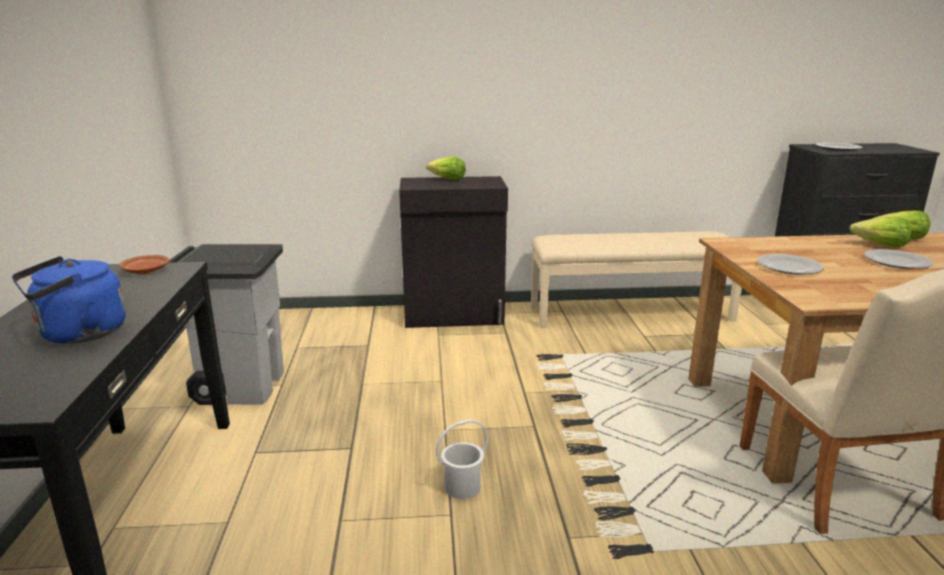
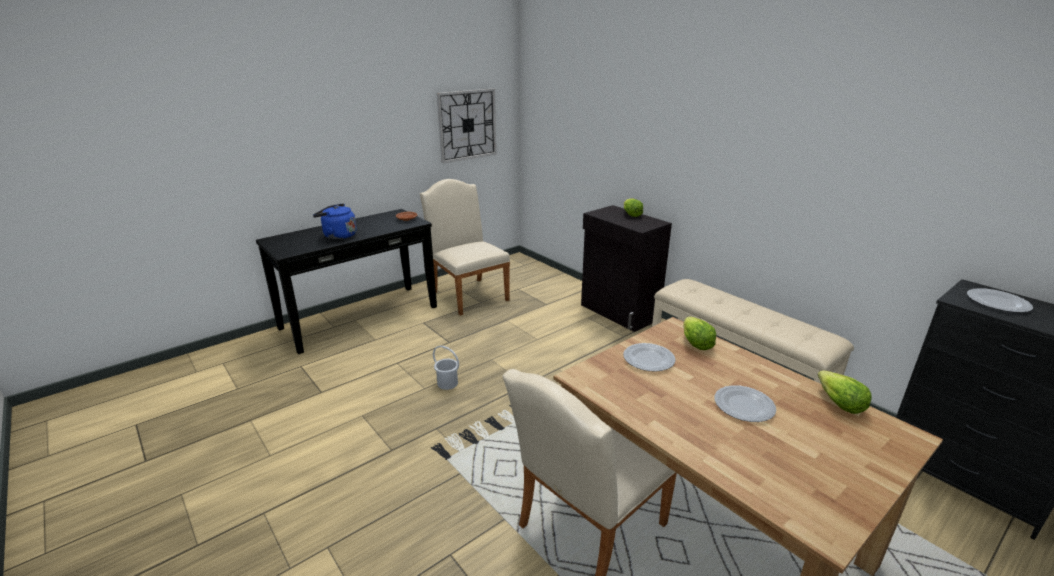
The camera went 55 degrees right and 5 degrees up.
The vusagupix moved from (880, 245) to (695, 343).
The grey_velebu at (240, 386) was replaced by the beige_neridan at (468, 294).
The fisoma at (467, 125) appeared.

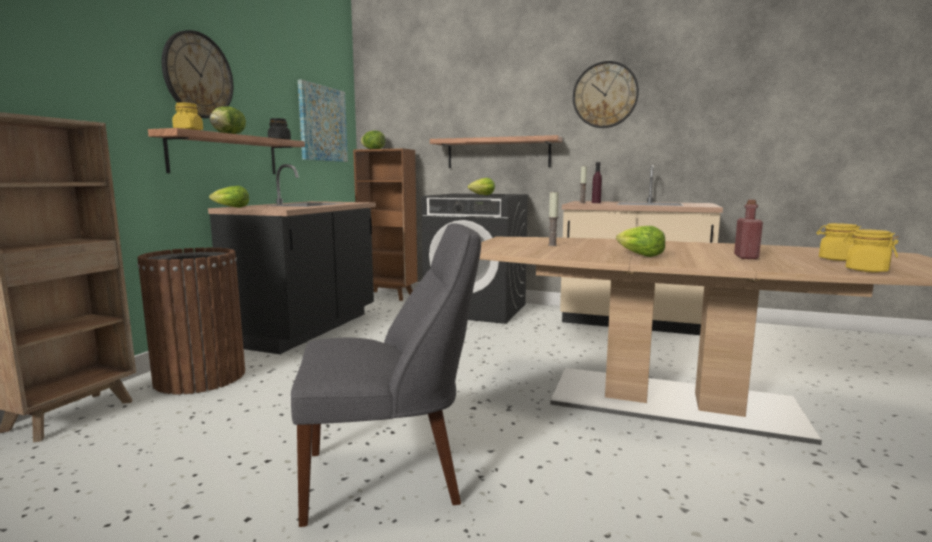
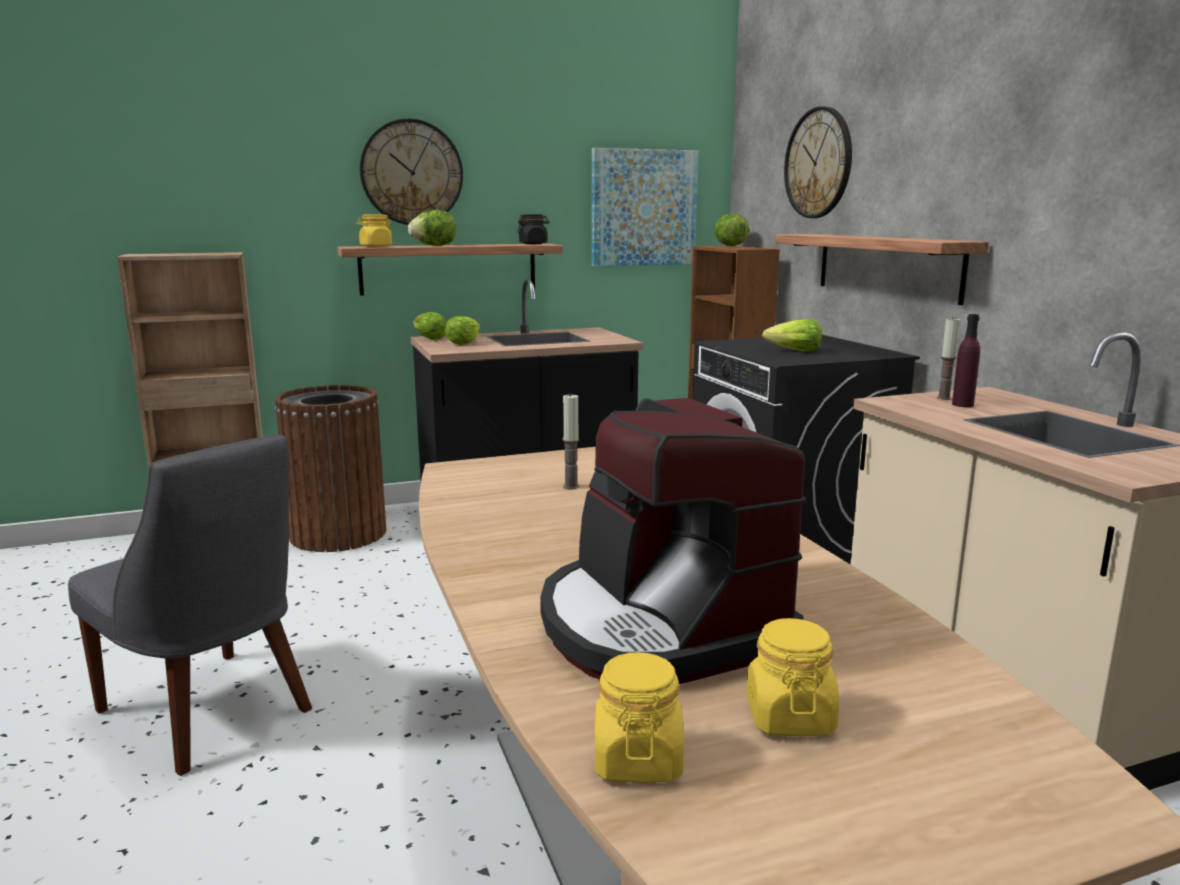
The camera went 50 degrees right and 5 degrees up.
The fisoma moved from (605, 95) to (818, 163).
The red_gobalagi at (746, 257) was replaced by the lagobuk at (659, 625).
The vusagupix moved from (638, 255) to (464, 343).

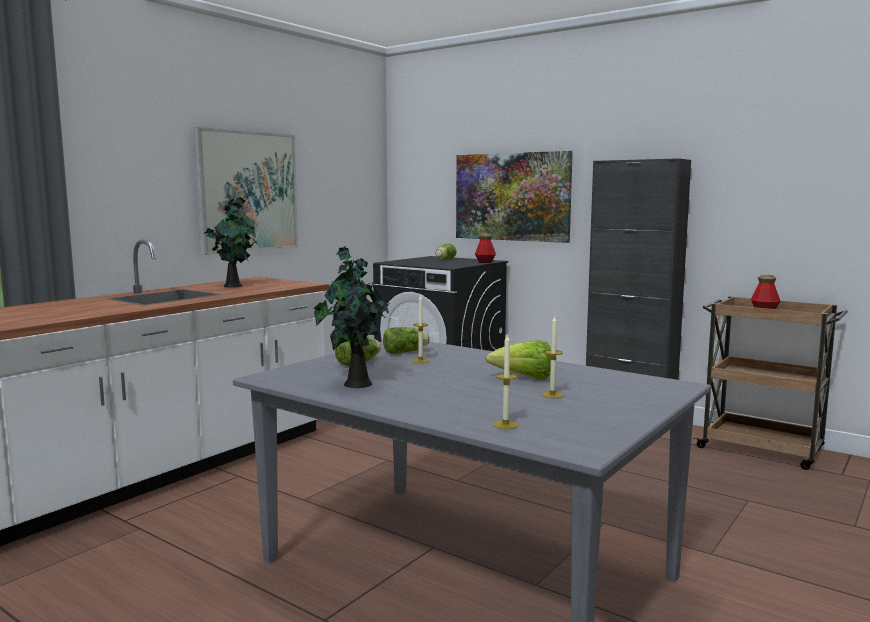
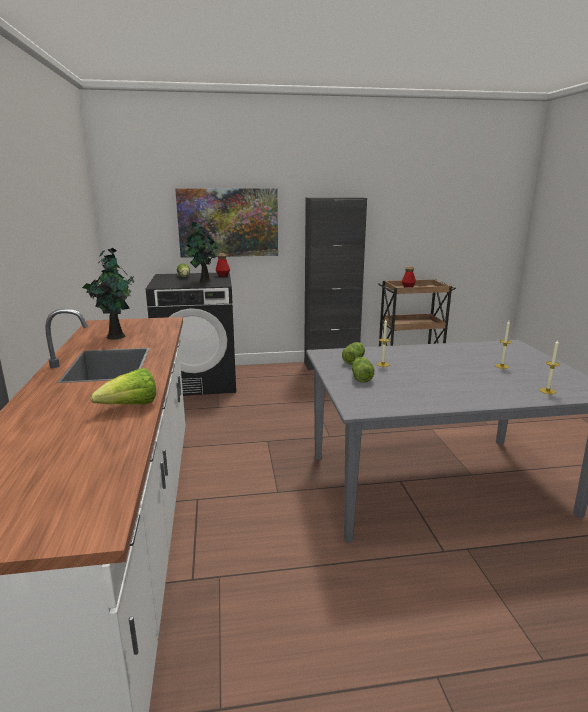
The camera went 45 degrees left and 10 degrees up.
The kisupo at (248, 191) disappeared.
The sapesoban moved from (355, 384) to (204, 281).
The vusagupix moved from (524, 378) to (130, 406).

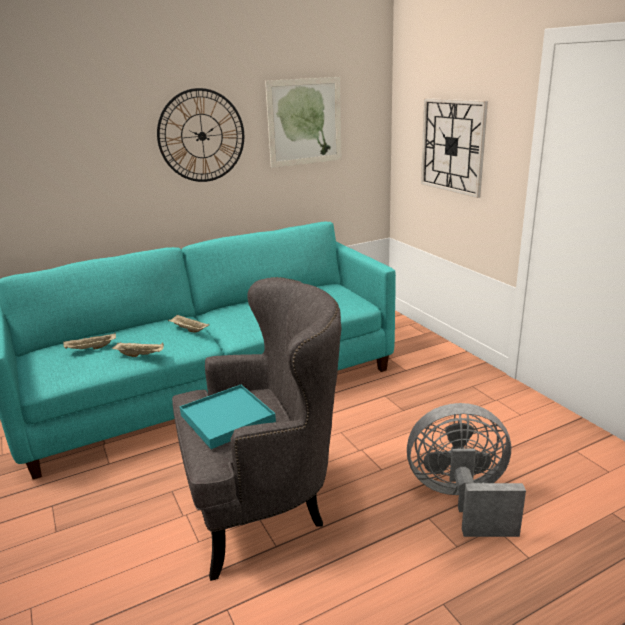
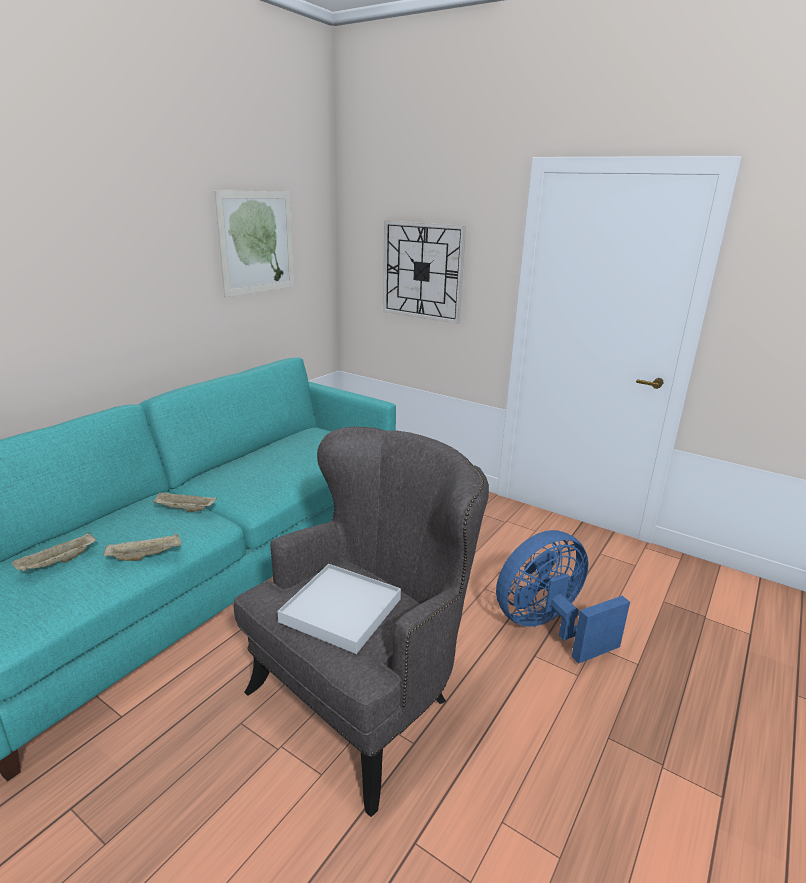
The camera went 30 degrees left and 0 degrees up.
The fisoma at (202, 136) disappeared.
The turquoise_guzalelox at (227, 419) became the white_guzalelox at (340, 610).
The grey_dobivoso at (461, 500) became the blue_dobivoso at (548, 627).

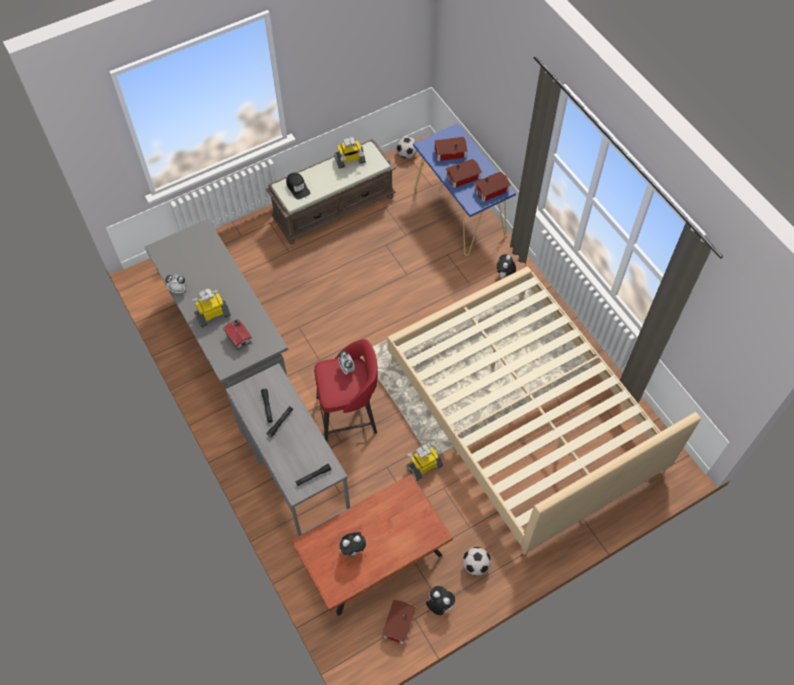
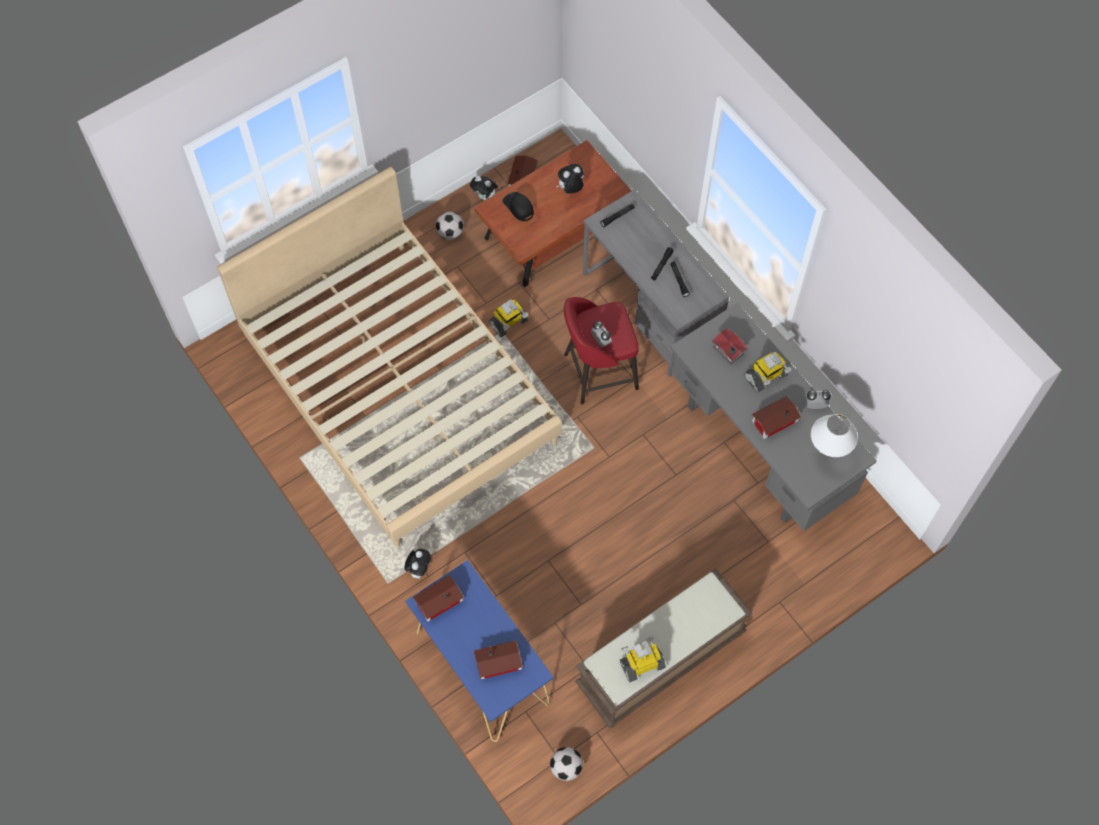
The camera went 175 degrees right and 5 degrees up.
The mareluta moved from (464, 177) to (773, 421).
The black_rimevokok moved from (297, 187) to (518, 207).
The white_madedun at (826, 455) appeared.

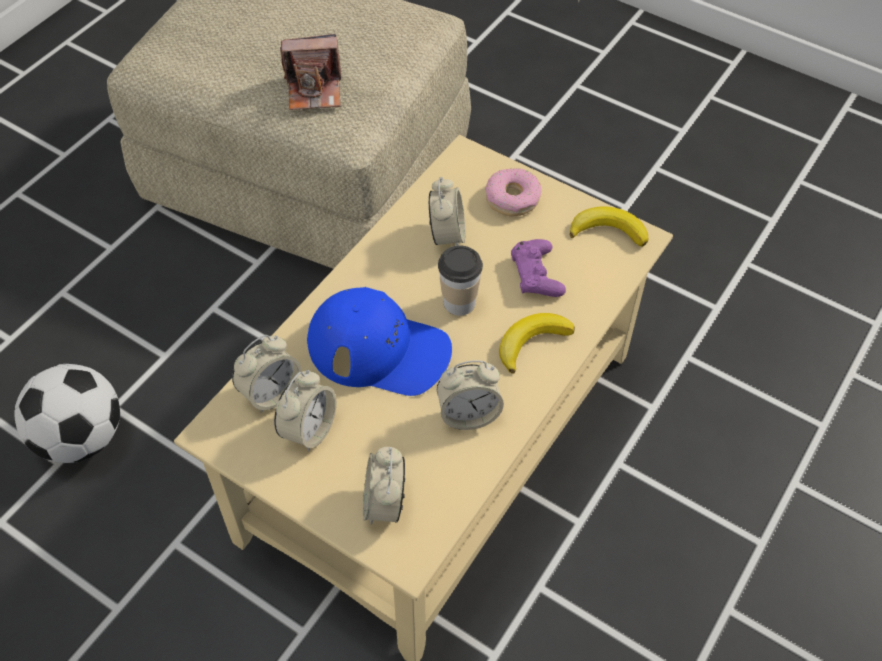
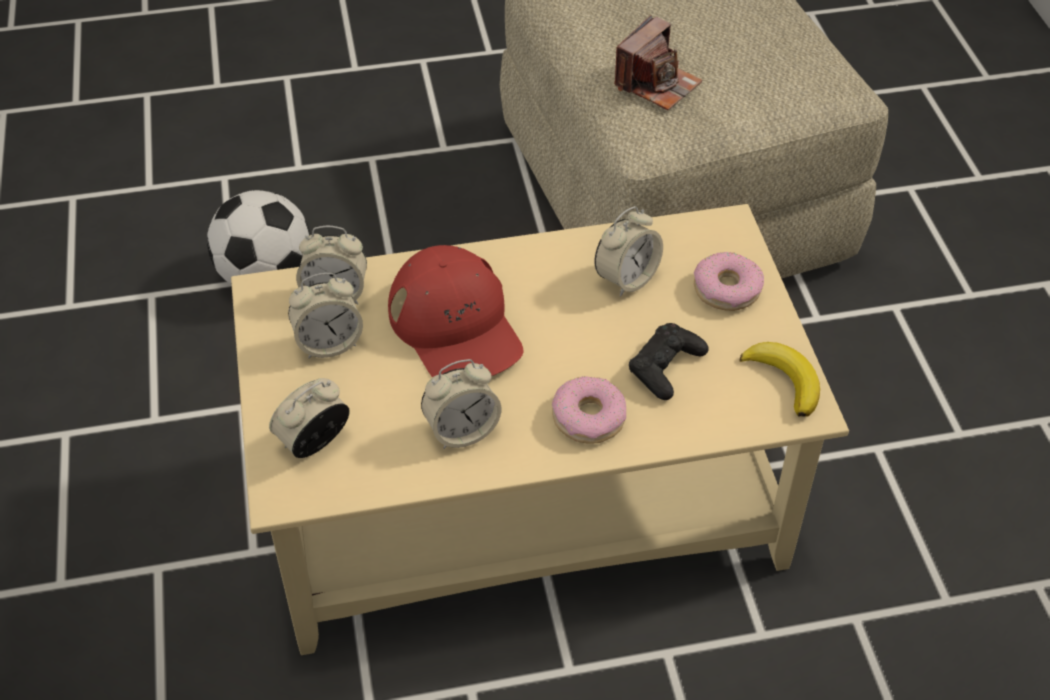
The camera went 45 degrees right and 5 degrees down.
The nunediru at (314, 89) turned 90 degrees counterclockwise.
The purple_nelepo at (536, 274) became the black_nelepo at (665, 367).
The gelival at (459, 302) disappeared.
The blue_rimevokok at (379, 349) became the red_rimevokok at (456, 326).
The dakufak at (531, 342) was replaced by the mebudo at (588, 417).
The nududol at (468, 414) turned 60 degrees counterclockwise.

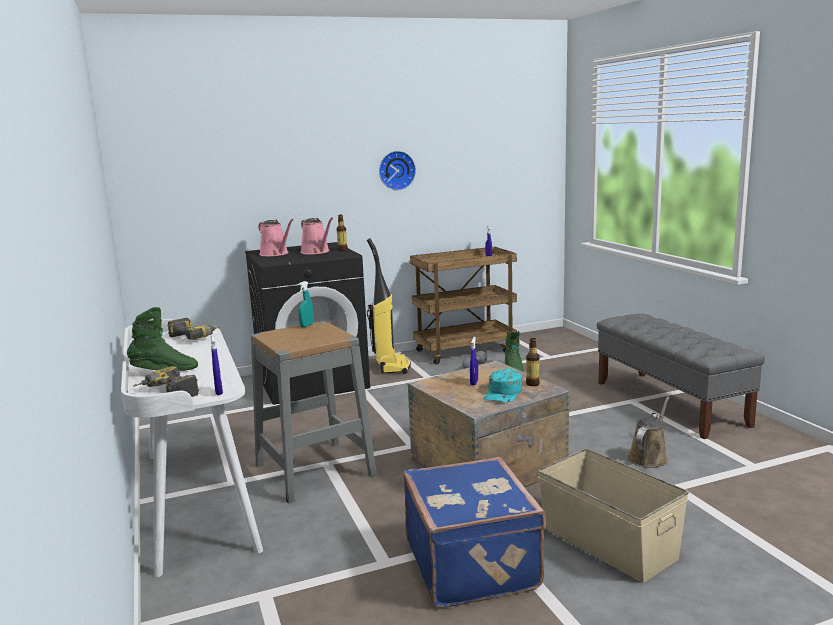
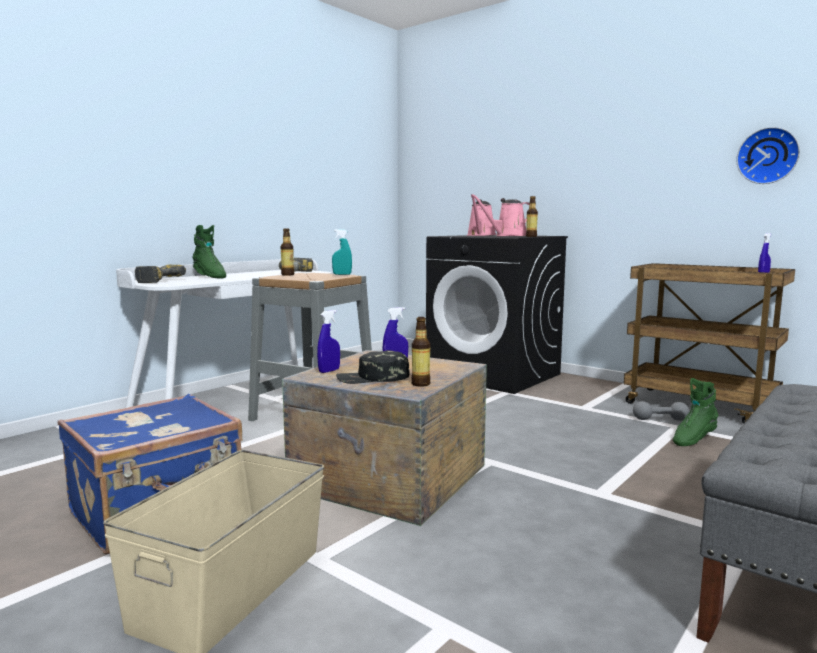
The camera went 60 degrees right and 5 degrees down.
The fisoma moved from (396, 170) to (768, 156).
The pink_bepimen at (316, 252) turned 45 degrees clockwise.
The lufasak at (392, 366) disappeared.
The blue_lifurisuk moved from (219, 392) to (329, 371).
The turquoise_rimevokok at (503, 393) became the black_rimevokok at (373, 378).
The brown_bepimen at (649, 457) disappeared.
The gobalagi at (287, 275) appeared.

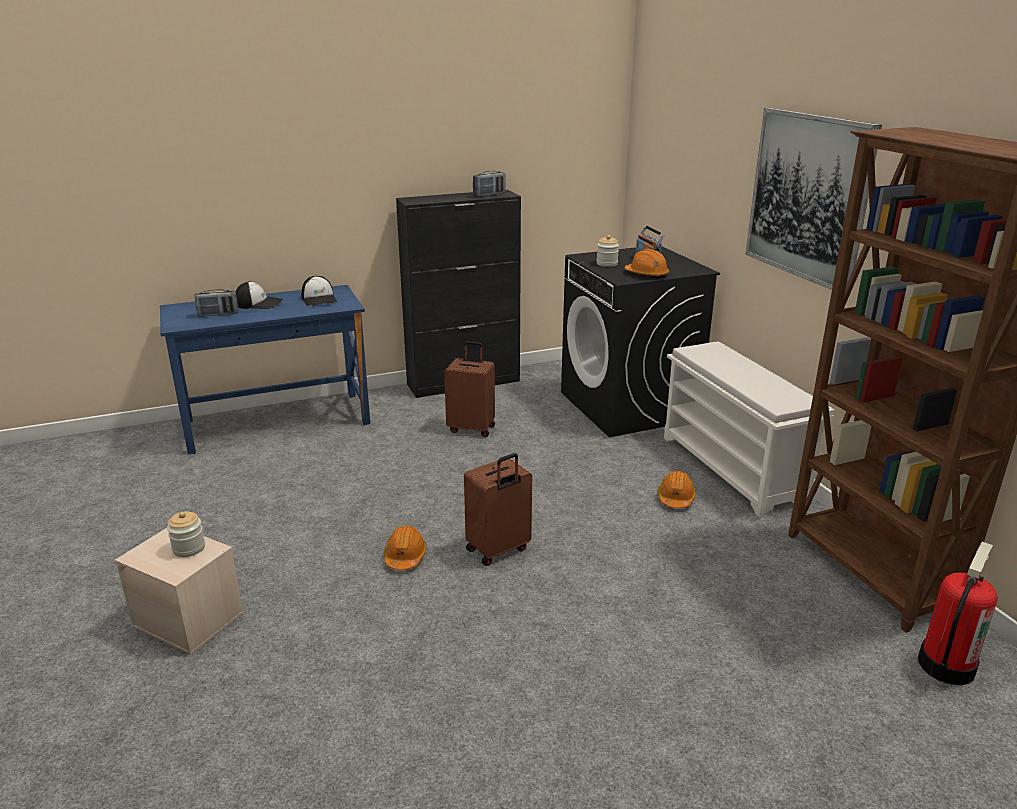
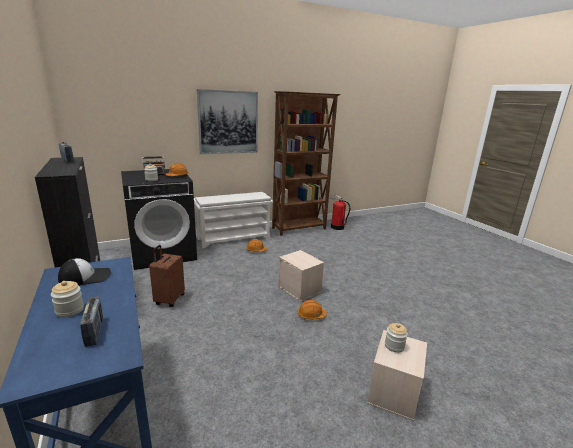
The camera went 95 degrees left and 5 degrees down.
The rimevokok at (259, 303) was replaced by the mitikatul at (70, 310).
The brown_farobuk at (498, 550) was replaced by the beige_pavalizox at (300, 289).

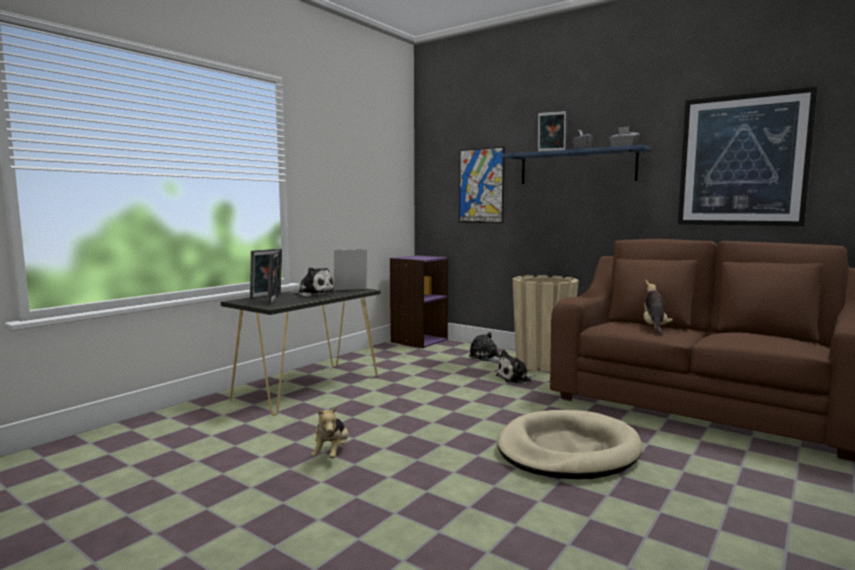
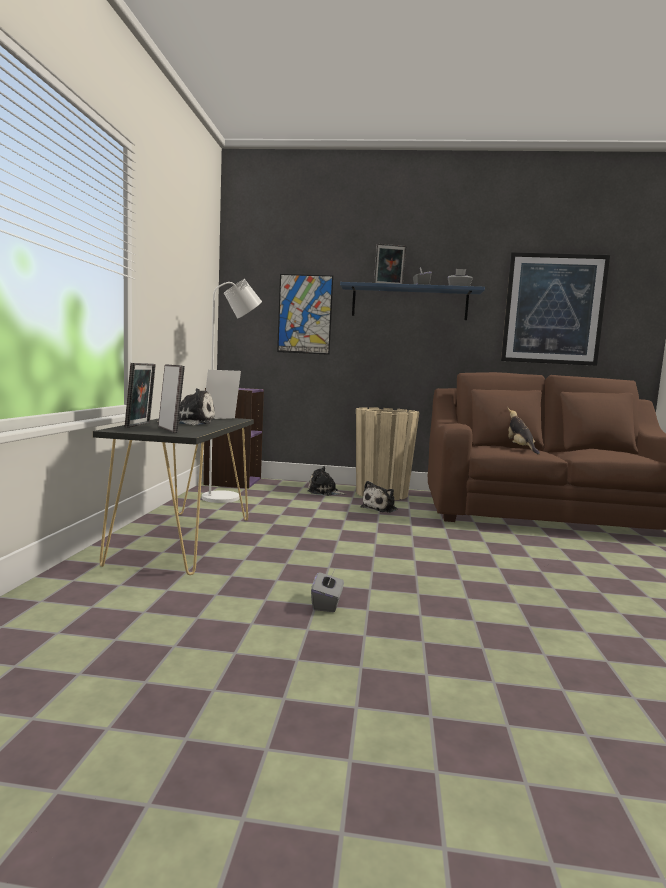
The camera went 30 degrees left and 0 degrees up.
The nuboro at (331, 453) was replaced by the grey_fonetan at (327, 604).
The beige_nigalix at (567, 450) disappeared.
The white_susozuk at (228, 497) appeared.

